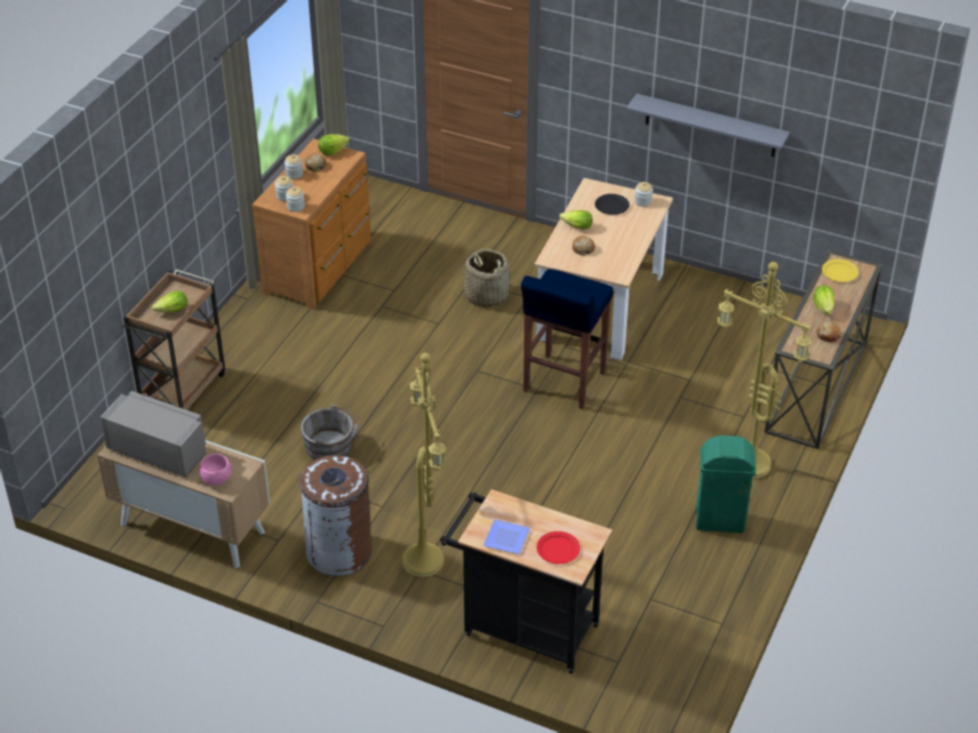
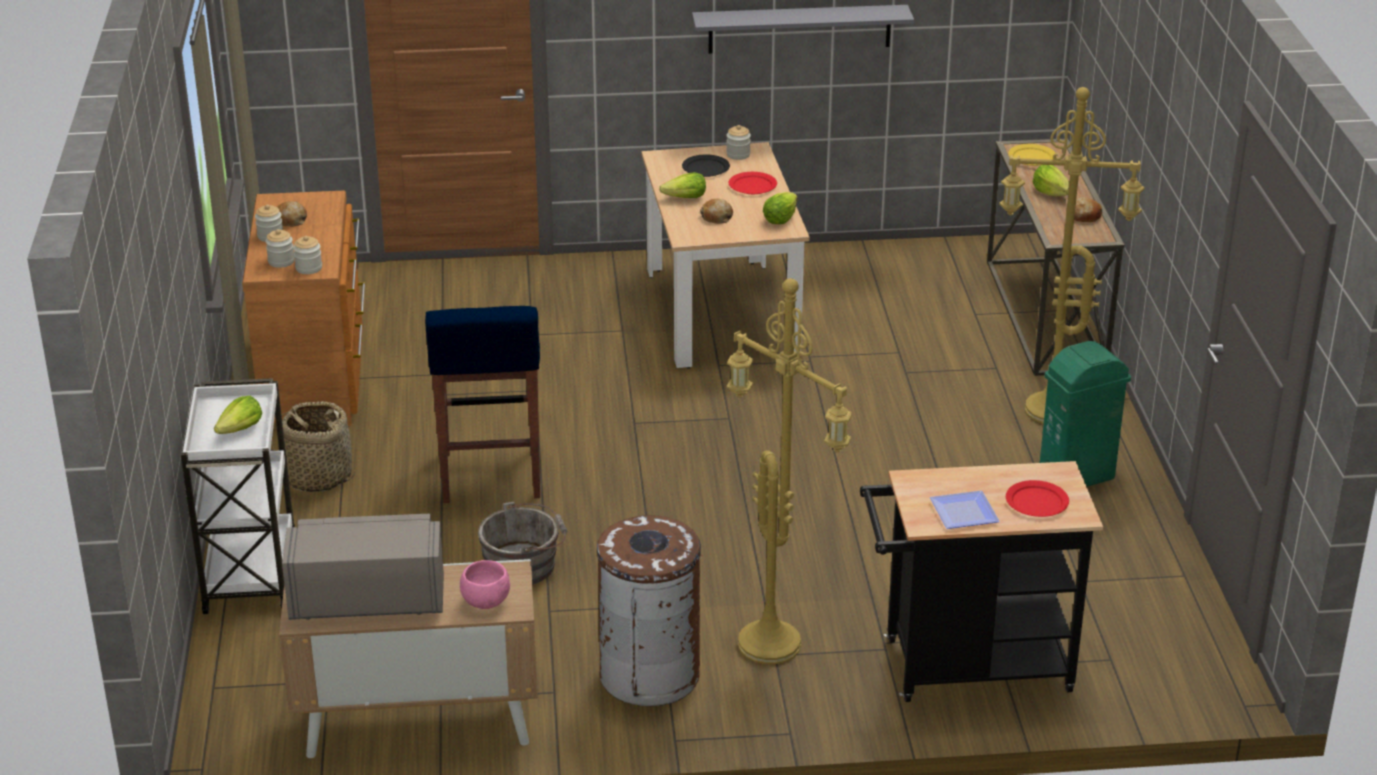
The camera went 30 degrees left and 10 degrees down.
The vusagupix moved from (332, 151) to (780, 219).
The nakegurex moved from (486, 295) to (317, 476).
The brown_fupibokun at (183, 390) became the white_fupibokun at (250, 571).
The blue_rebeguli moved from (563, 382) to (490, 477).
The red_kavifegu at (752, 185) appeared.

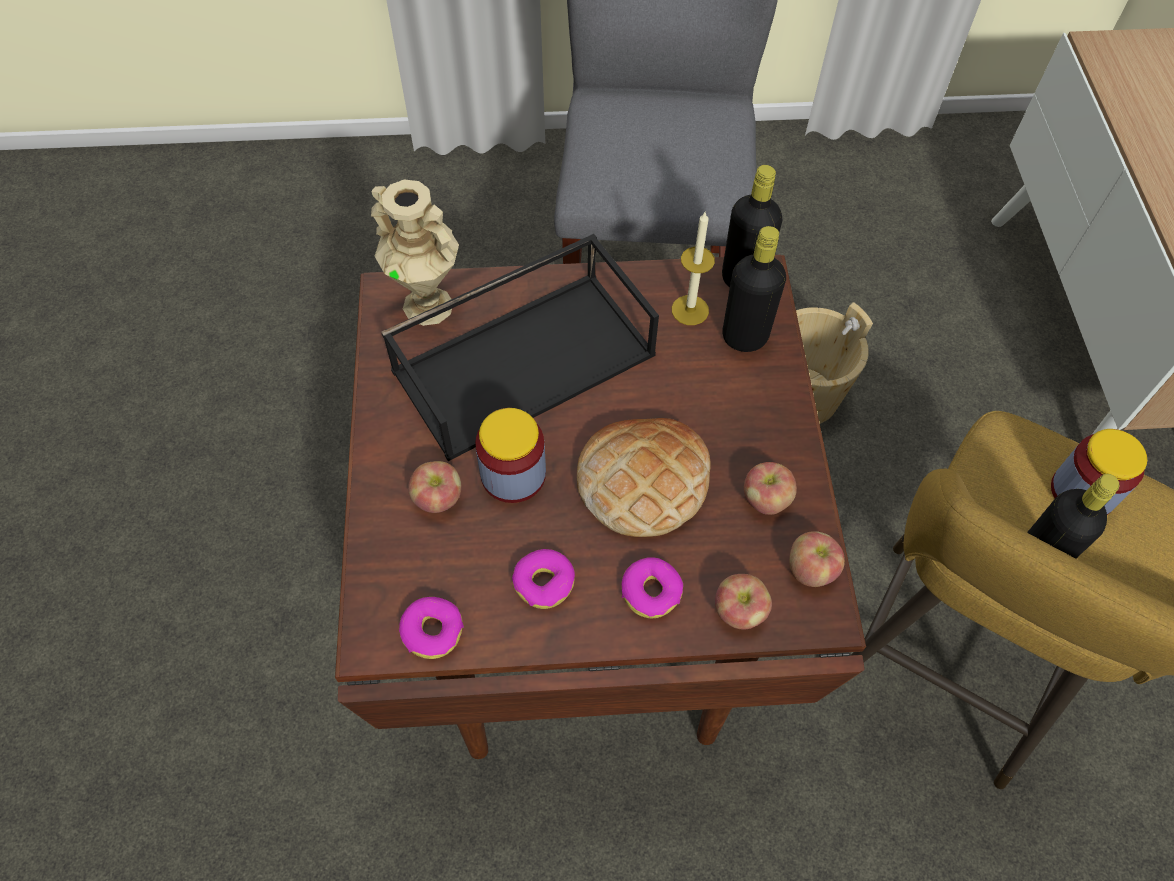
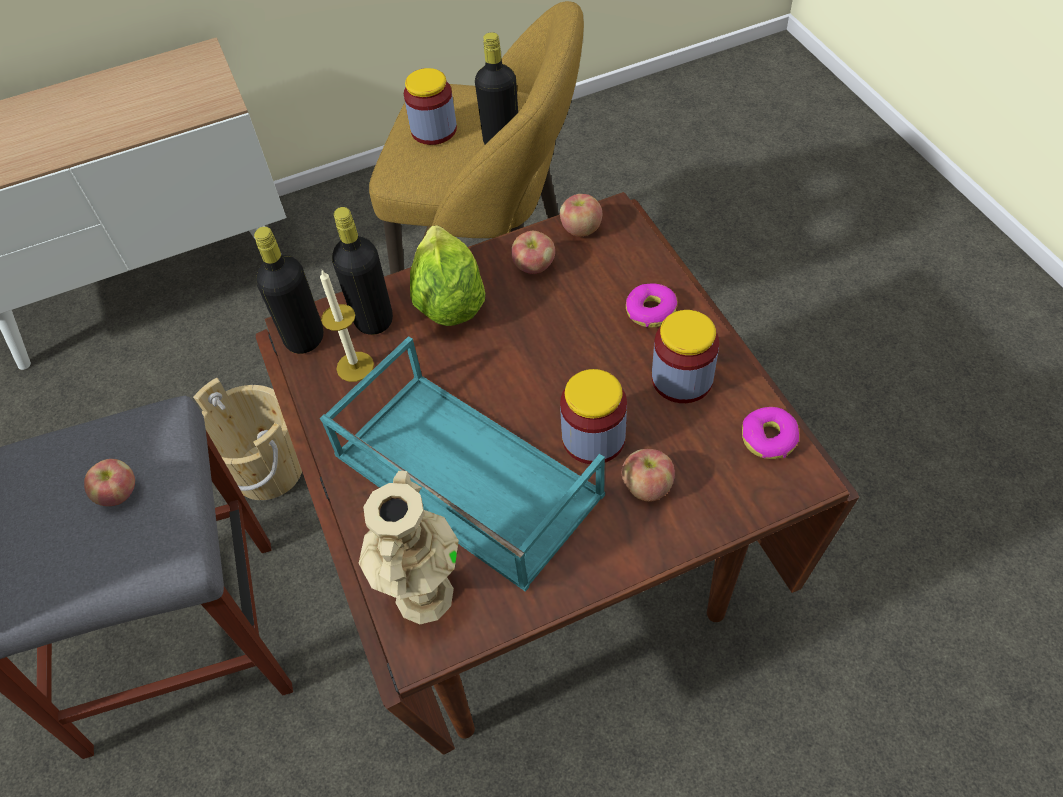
The camera went 105 degrees left and 5 degrees down.
The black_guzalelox at (525, 360) became the turquoise_guzalelox at (463, 476).
The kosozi at (643, 481) disappeared.
The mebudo at (544, 582) was replaced by the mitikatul at (682, 379).
The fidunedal moved from (739, 611) to (119, 493).
The vusagupix at (448, 302) appeared.

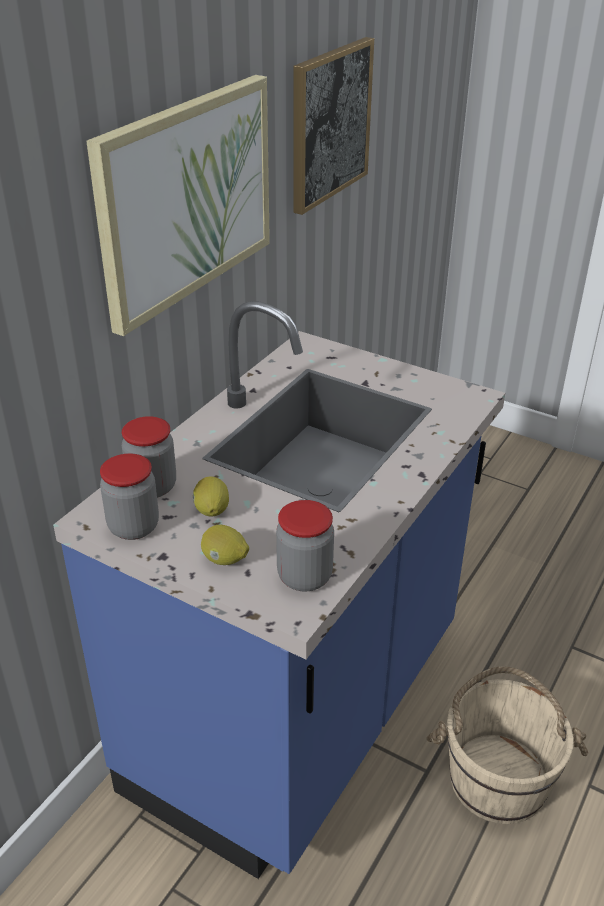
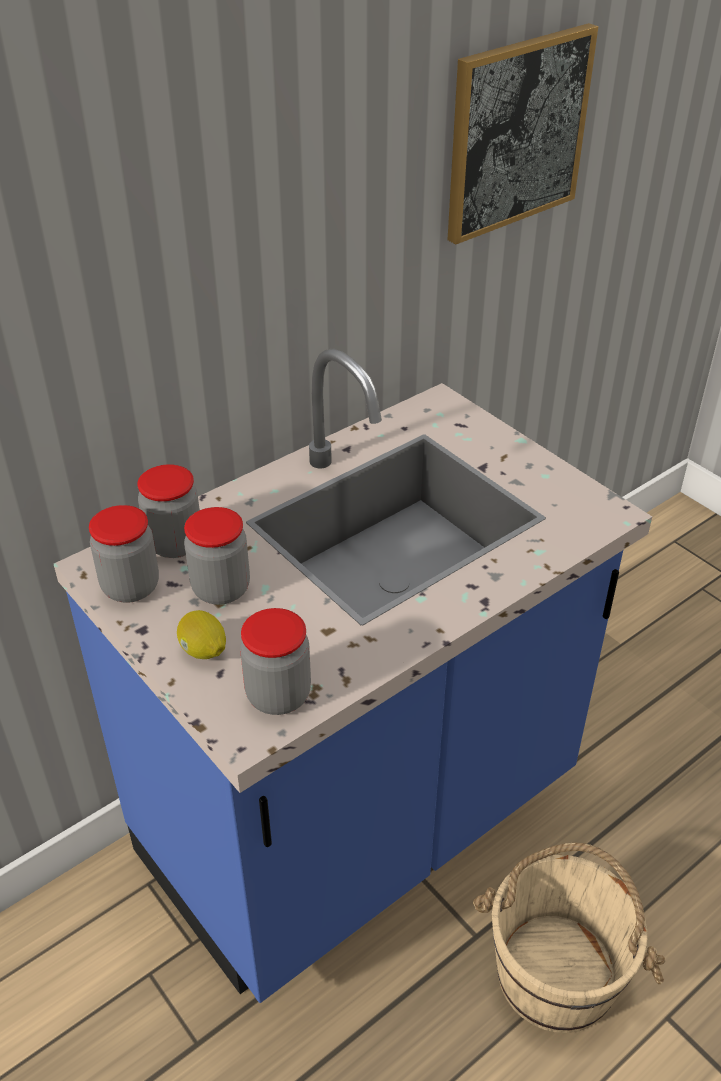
The camera went 20 degrees right and 5 degrees up.
The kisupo at (185, 198) disappeared.
The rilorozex at (211, 511) was replaced by the mitikatul at (221, 589).

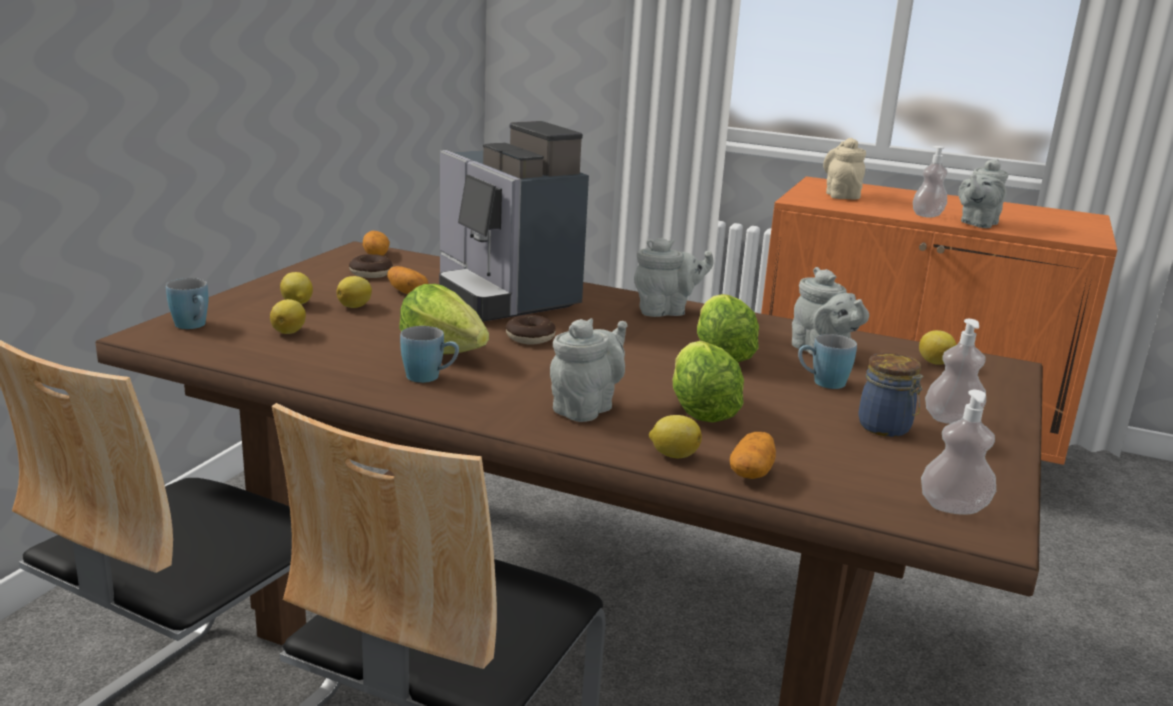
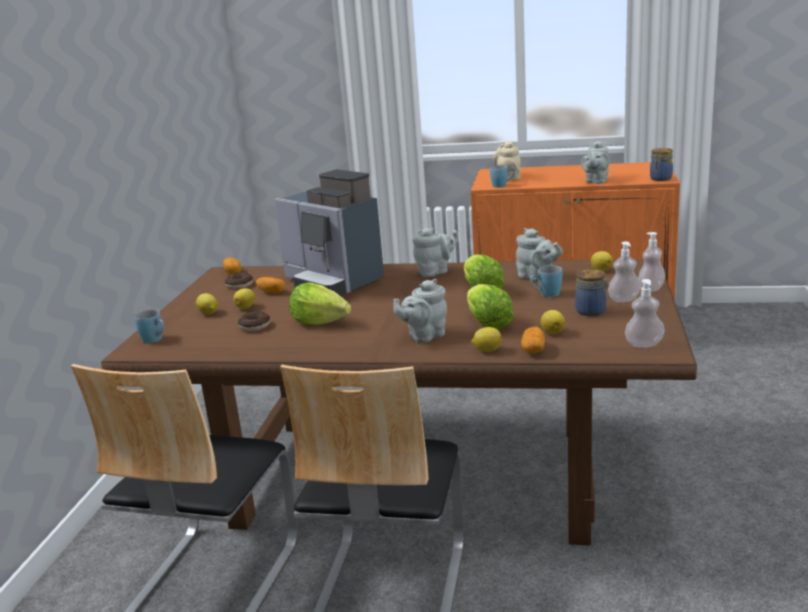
The camera went 10 degrees left and 0 degrees up.
The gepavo moved from (927, 215) to (651, 289).
The rilorozex moved from (289, 332) to (552, 332).
The mebudo moved from (530, 338) to (255, 326).
The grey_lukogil at (586, 408) turned 150 degrees counterclockwise.
The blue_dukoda moved from (430, 377) to (503, 186).
The mitikatul at (660, 179) appeared.

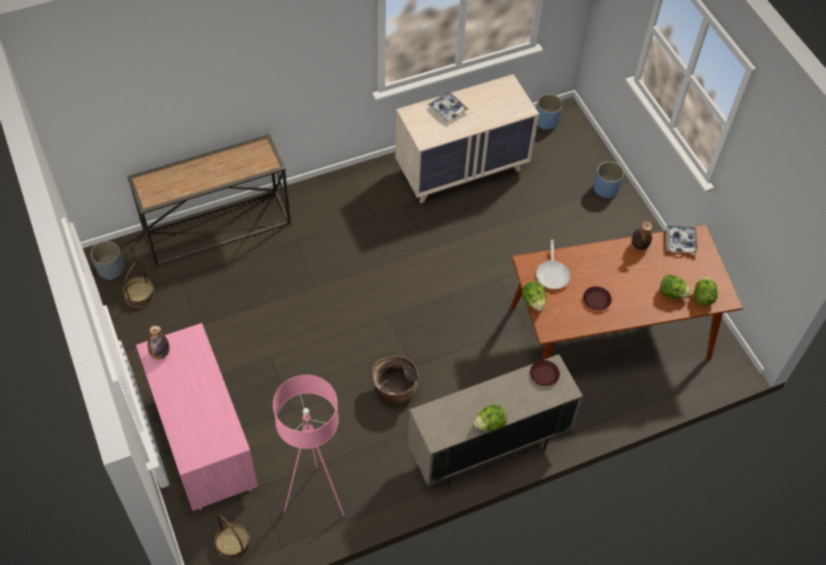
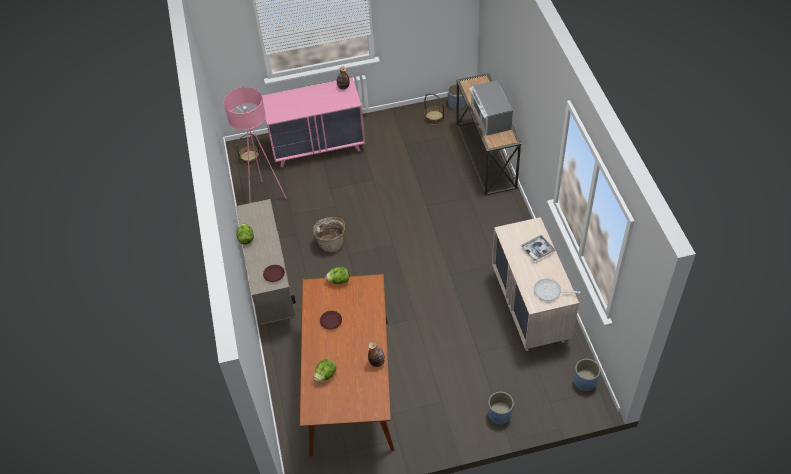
The camera went 105 degrees right and 5 degrees down.
The guzalelox at (680, 241) disappeared.
The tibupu moved from (552, 274) to (550, 292).
The vusagupix at (703, 297) disappeared.
The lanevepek at (490, 117) appeared.

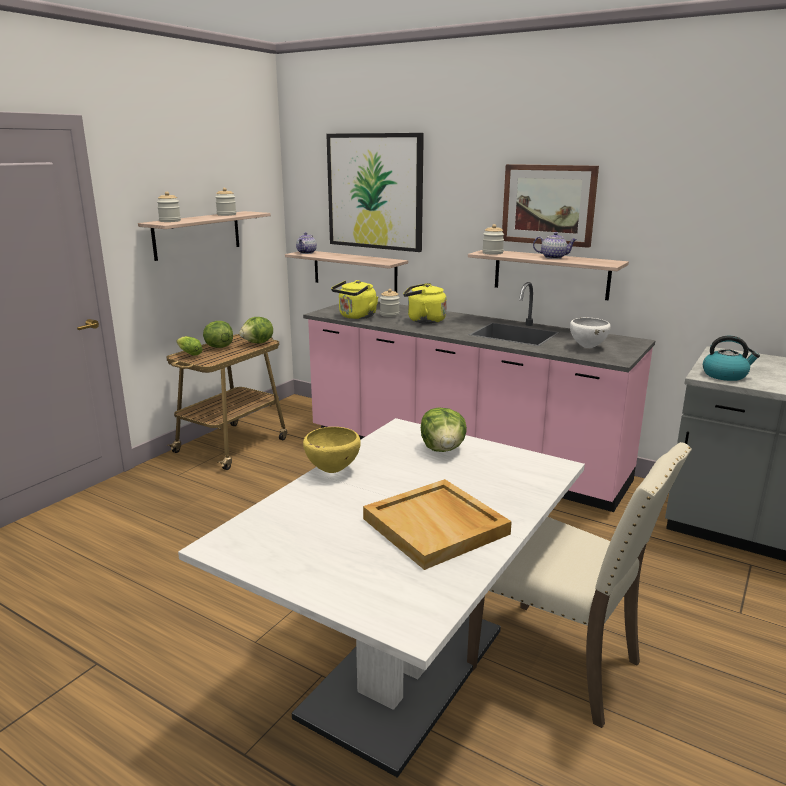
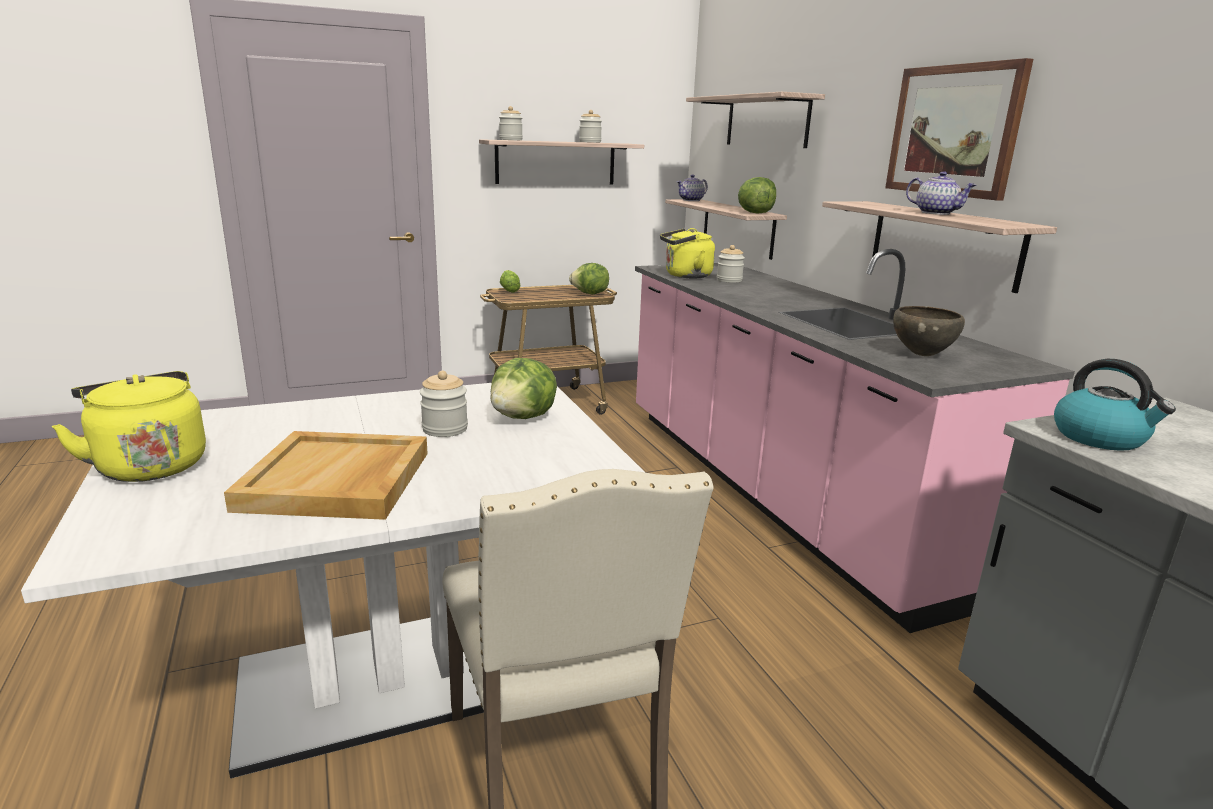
The camera went 35 degrees right and 0 degrees up.
The kisupo at (375, 191) was replaced by the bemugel at (766, 121).
The mitikatul moved from (492, 253) to (445, 429).
The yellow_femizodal moved from (423, 320) to (149, 465).
The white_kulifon at (587, 347) became the brown_kulifon at (922, 355).
The vusagupix moved from (218, 347) to (754, 213).
The yellow_kulifon at (332, 471) disappeared.

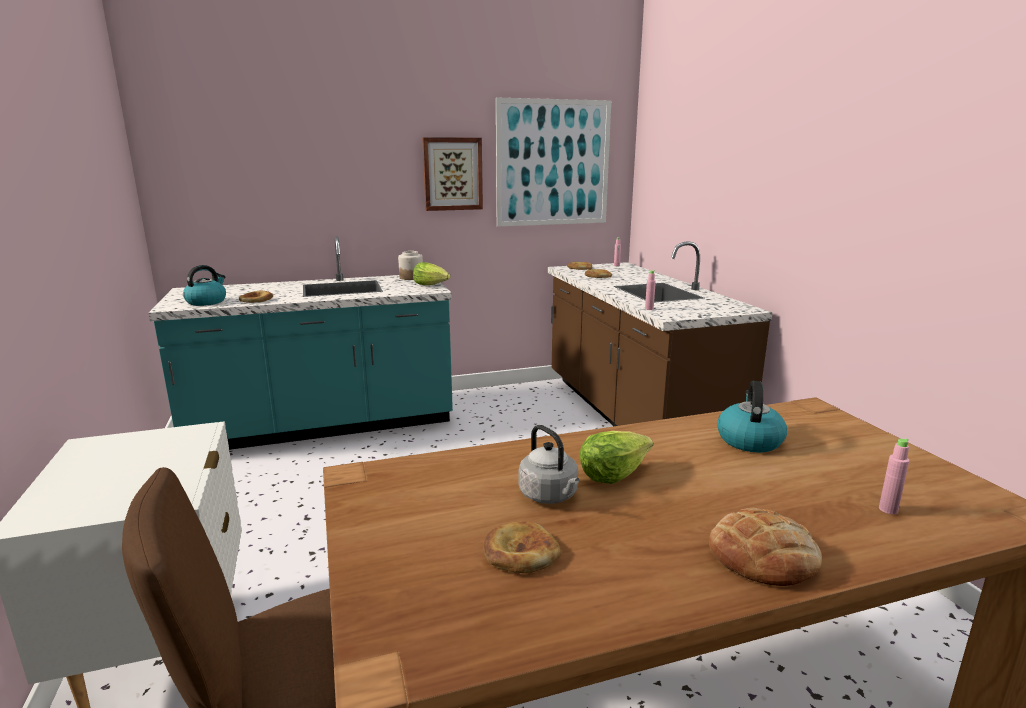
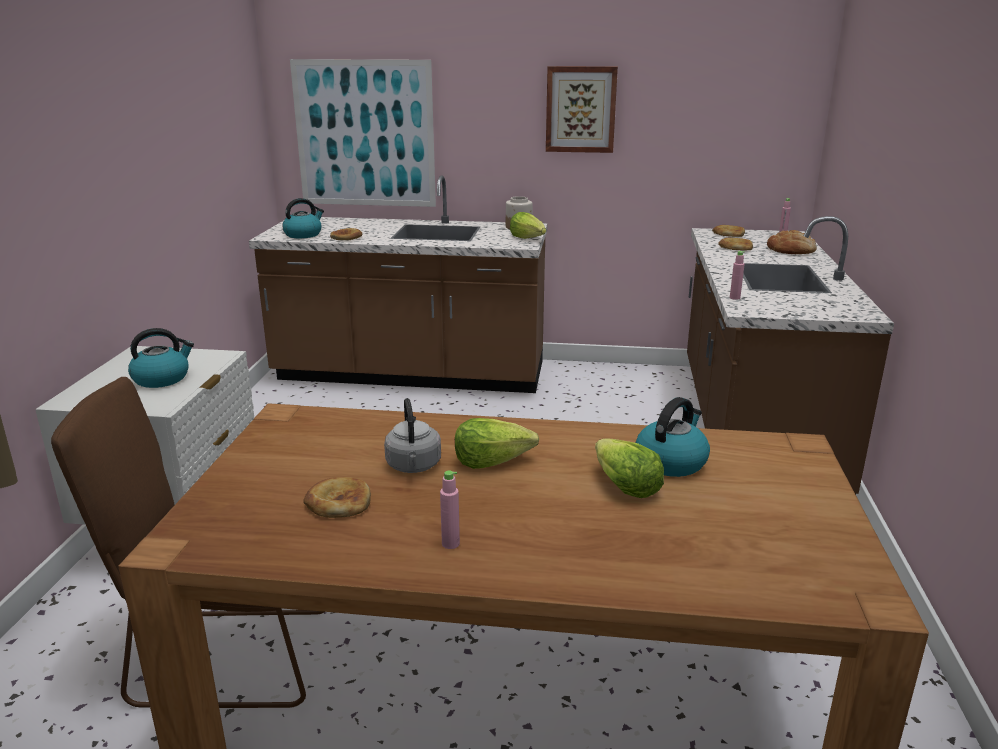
The camera went 25 degrees right and 5 degrees up.
The kisupo moved from (553, 163) to (364, 134).
The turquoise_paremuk at (323, 425) became the brown_paremuk at (411, 374).
The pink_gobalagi moved from (888, 509) to (450, 544).
The kosozi moved from (762, 556) to (791, 250).
The femizodal at (162, 378) appeared.
The vusagupix at (624, 486) appeared.

